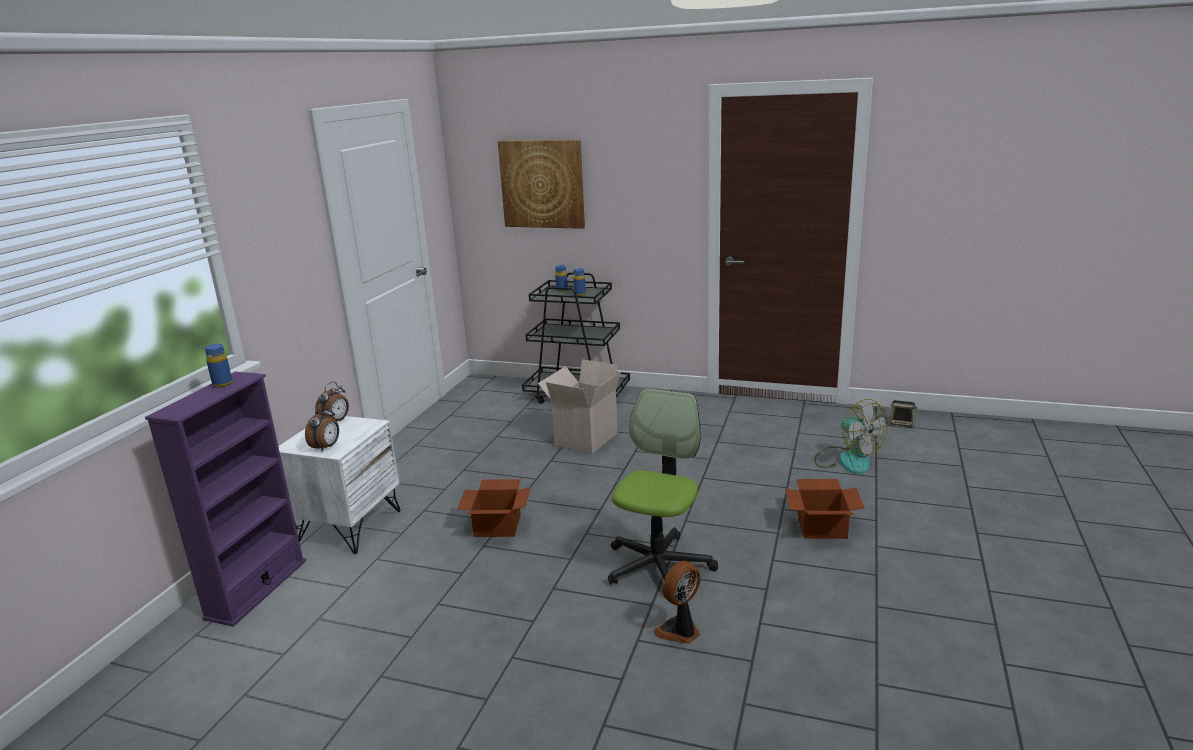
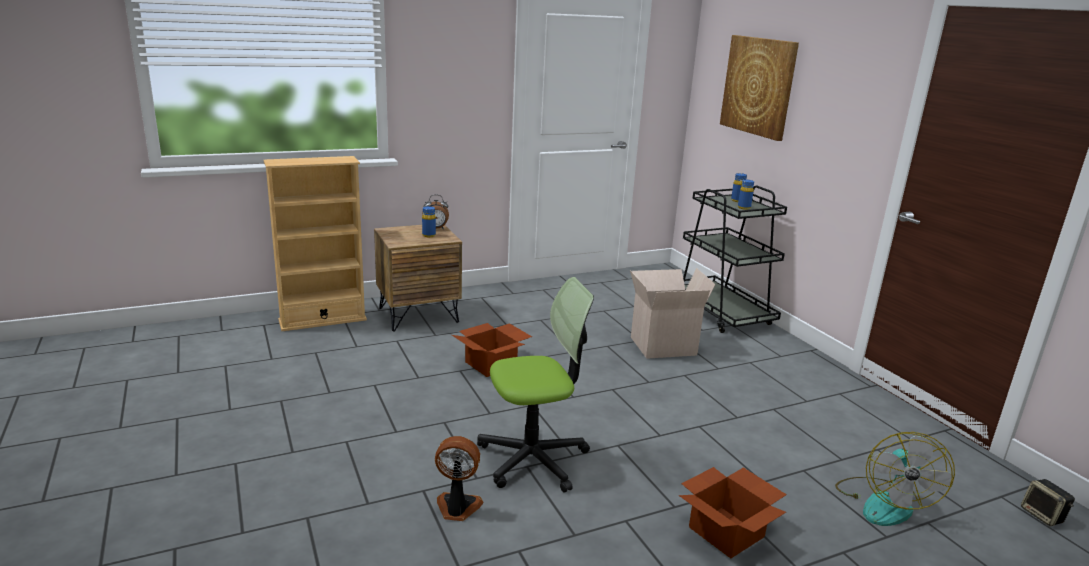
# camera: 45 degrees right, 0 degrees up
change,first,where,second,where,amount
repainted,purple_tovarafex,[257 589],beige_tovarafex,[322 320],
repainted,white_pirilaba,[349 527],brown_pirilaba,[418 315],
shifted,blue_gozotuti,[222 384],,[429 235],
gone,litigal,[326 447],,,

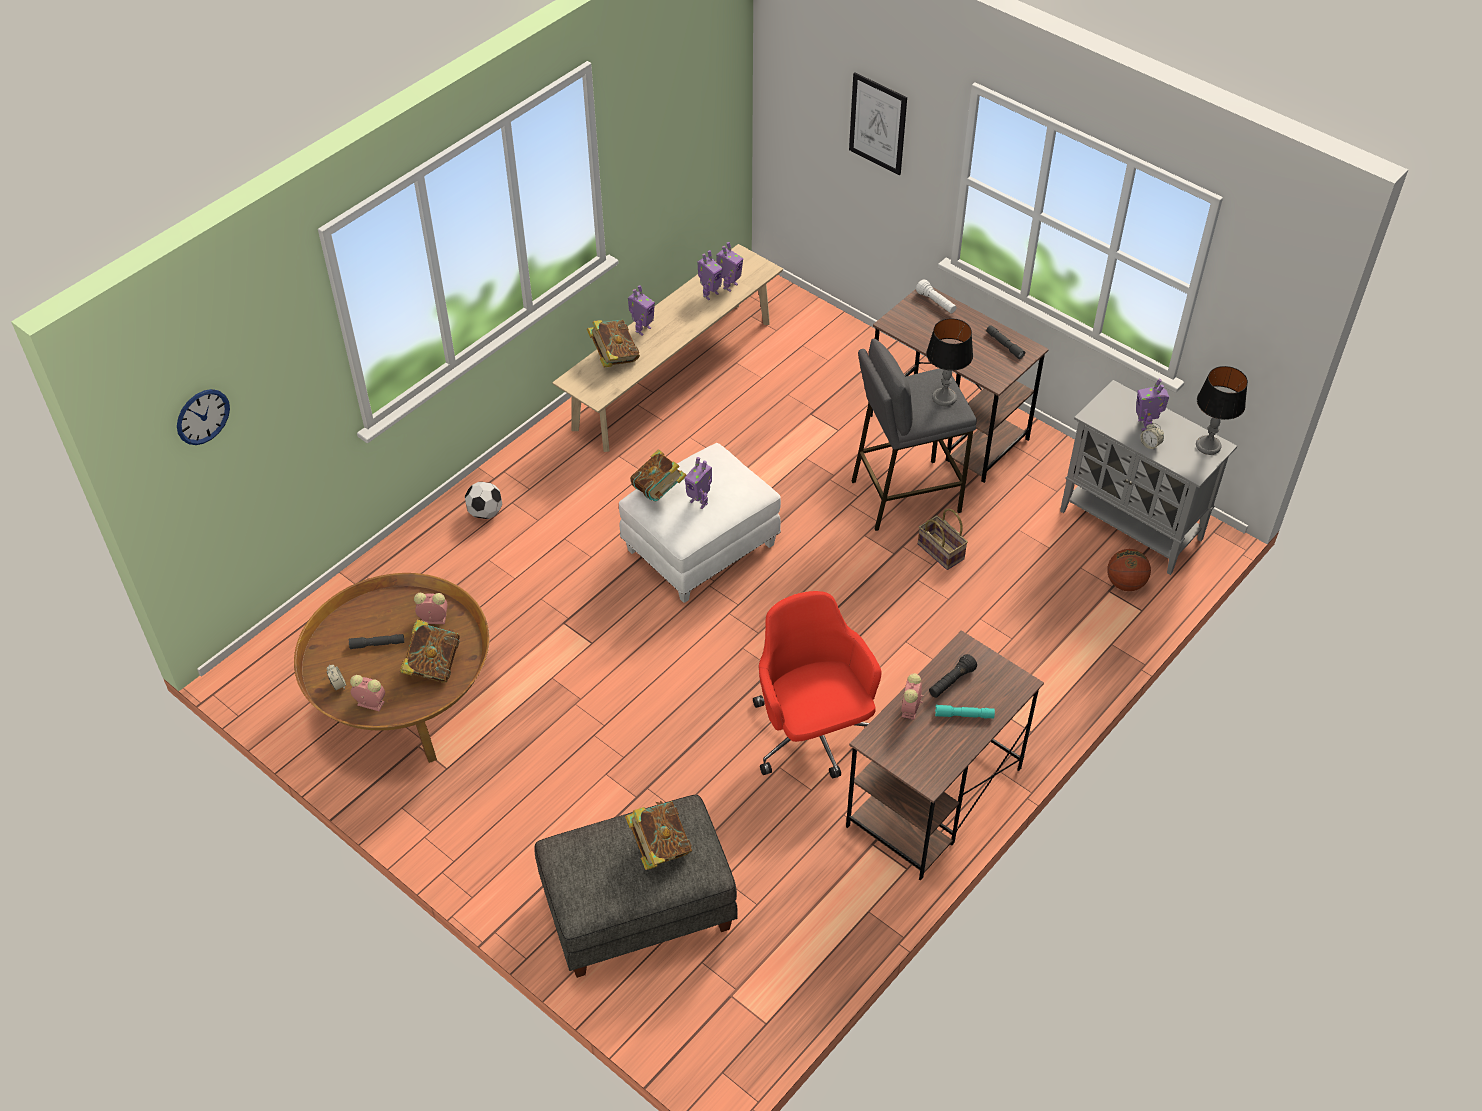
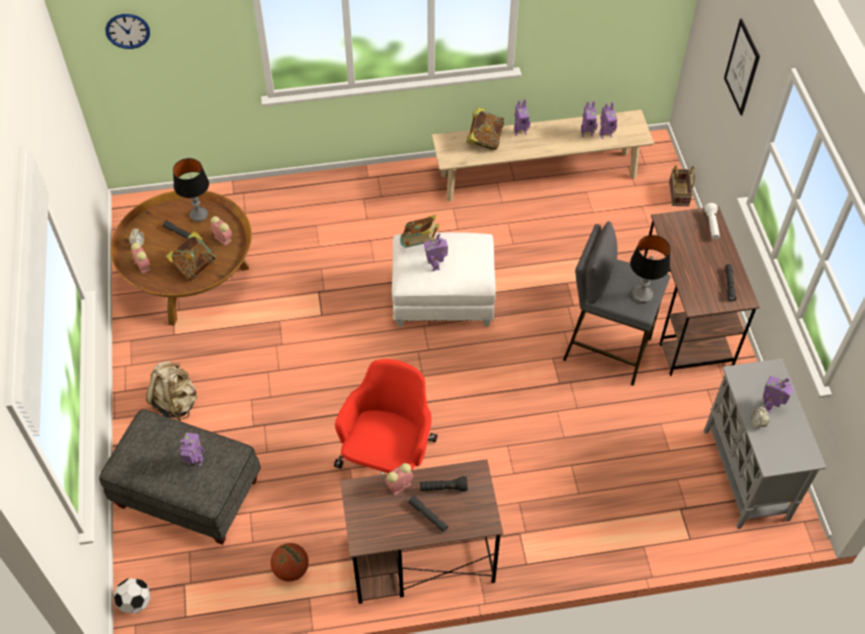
# camera: 40 degrees right, 5 degrees up
change,first,where,second,where,amount
shifted,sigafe,[485 513],,[135 602],
new,,,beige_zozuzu,[176 402],
shifted,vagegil,[1208 446],,[199 214],
swapped,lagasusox,[659 847],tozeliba,[195 462],
shifted,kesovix,[1125 583],,[291 569],
repainted,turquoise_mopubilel,[964 715],grey_mopubilel,[428 516],
shifted,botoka,[942 552],,[679 195],

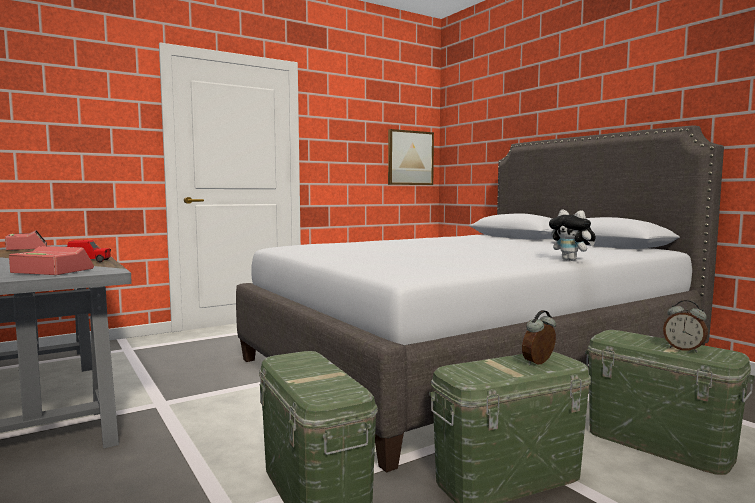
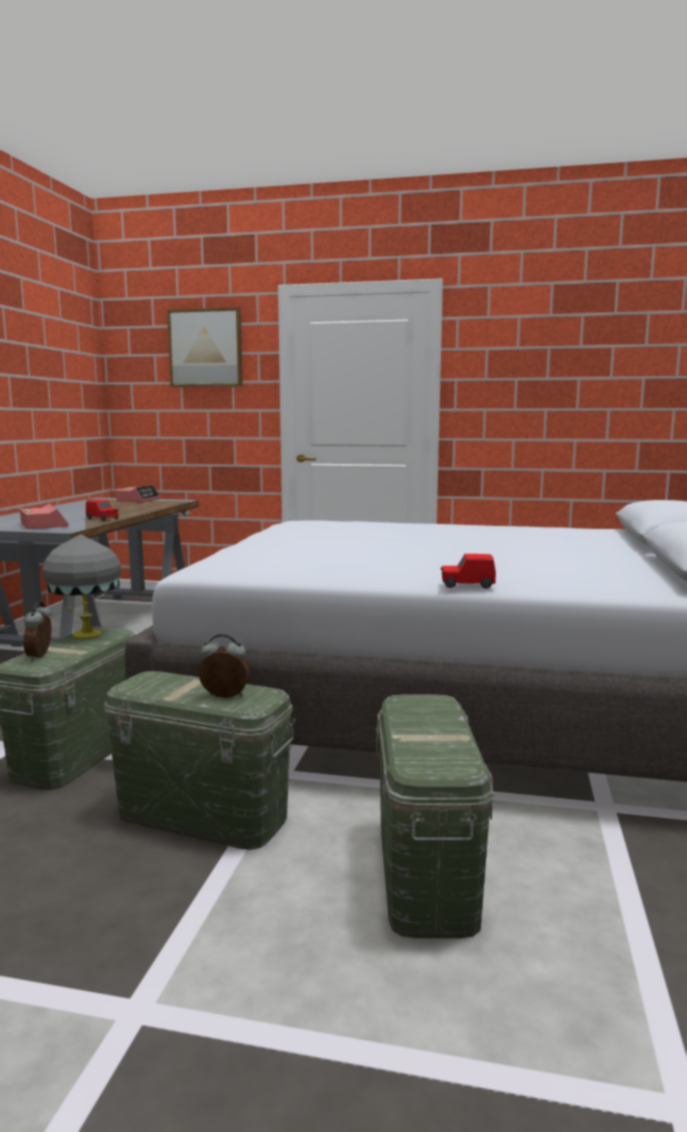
# camera: 45 degrees right, 5 degrees up
change,first,where,second,where,amount
shifted,litigal,[684 349],,[41 656],
new,,,grey_vagegil,[86 634],
shifted,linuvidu,[410 158],,[206 348],
swapped,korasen,[571 260],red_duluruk,[467 585],

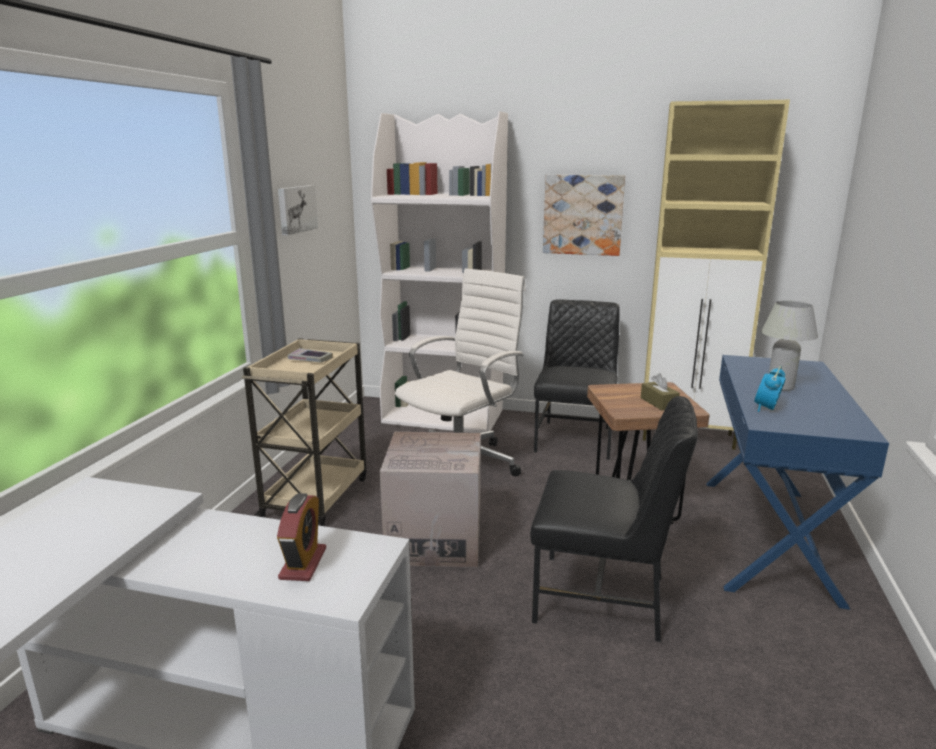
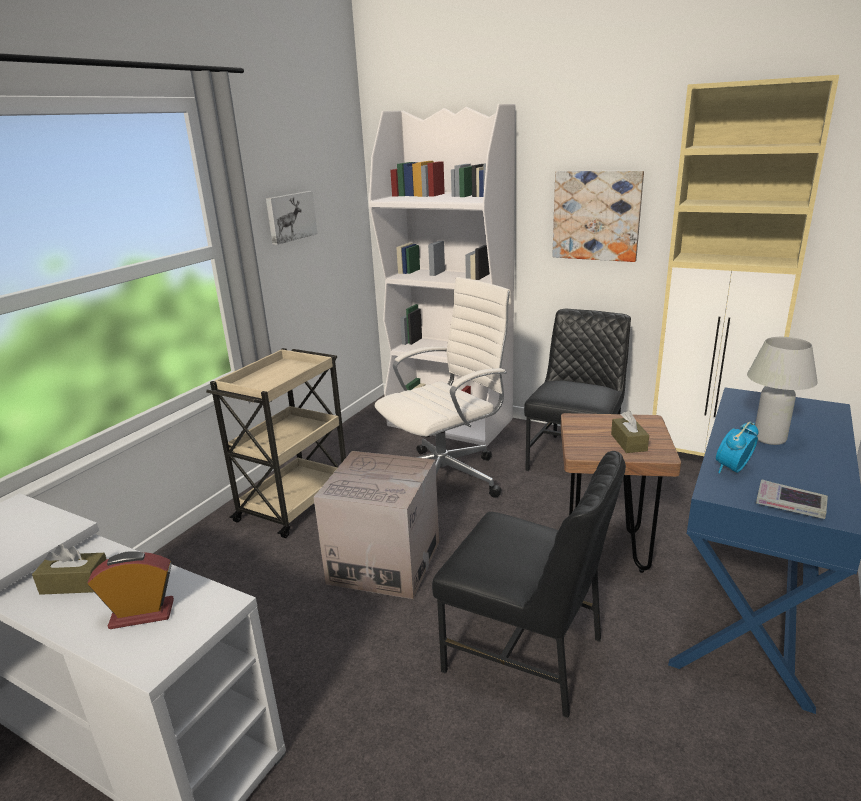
# camera: 15 degrees right, 5 degrees up
change,first,where,second,where,amount
new,,,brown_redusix,[75 583],
rotated,litigal,[303 563],,[142 614],120 degrees counterclockwise
shifted,lagasusox,[310 359],,[790 504],

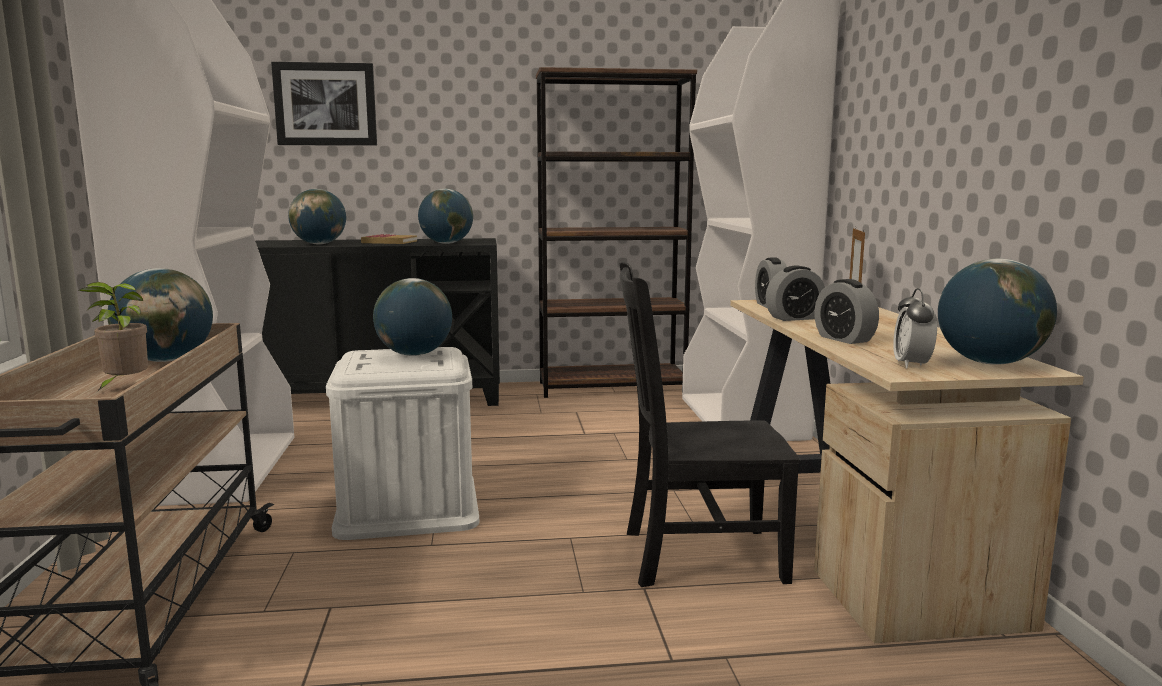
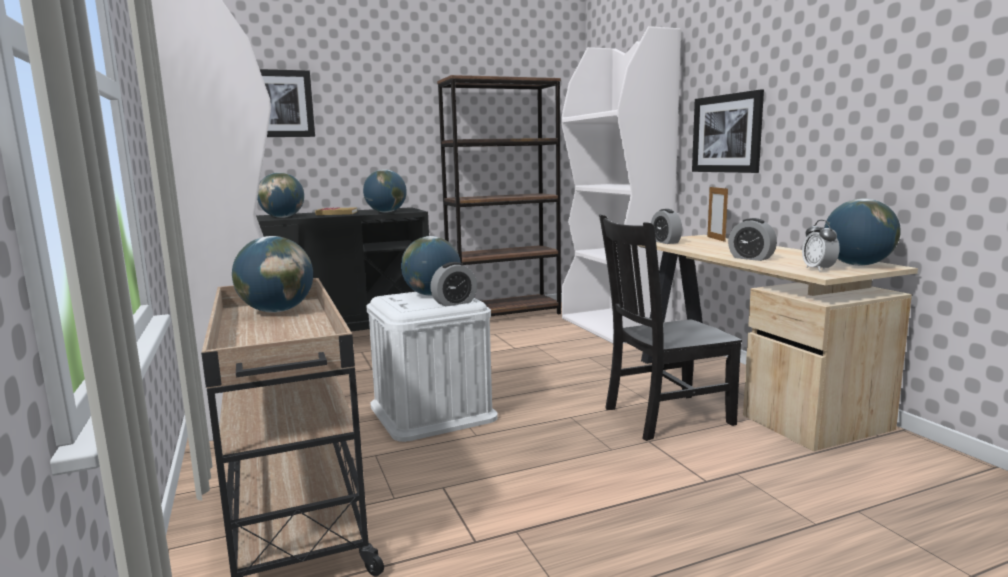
# camera: 15 degrees left, 0 degrees up
change,first,where,second,where,amount
shifted,litigal,[794 318],,[454 303],
new,,,linuvidu,[727 133],
gone,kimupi,[124 387],,,

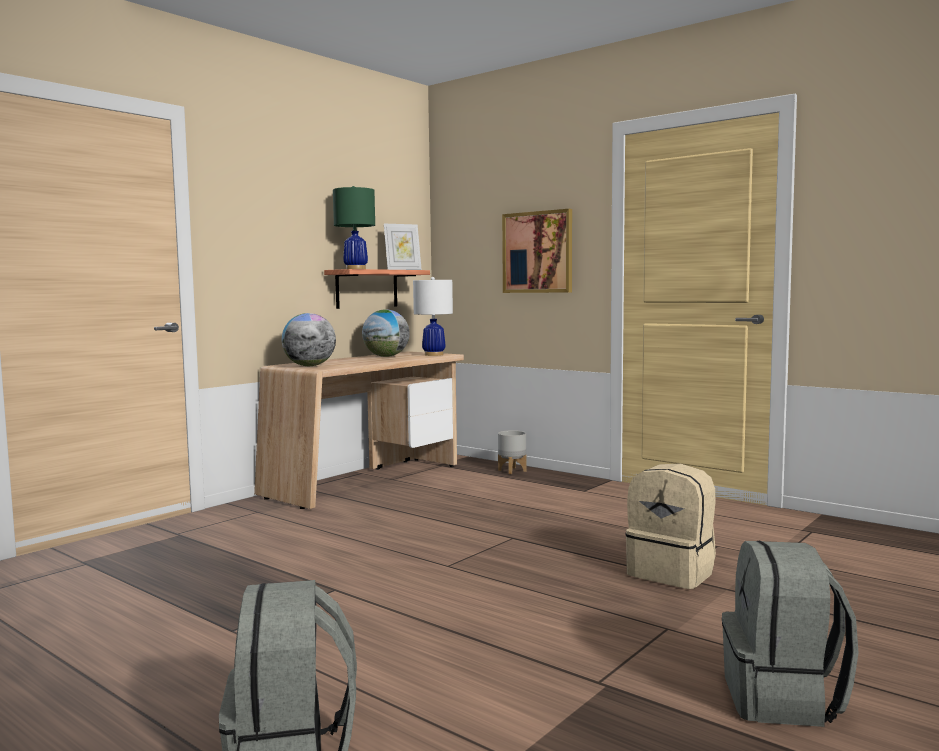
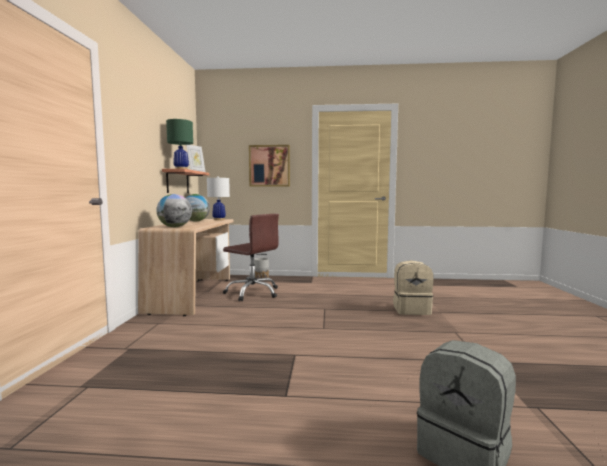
# camera: 35 degrees left, 0 degrees up
change,first,where,second,where,amount
new,,,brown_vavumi,[253 293],
gone,grey_zozuzu,[783 699],,,

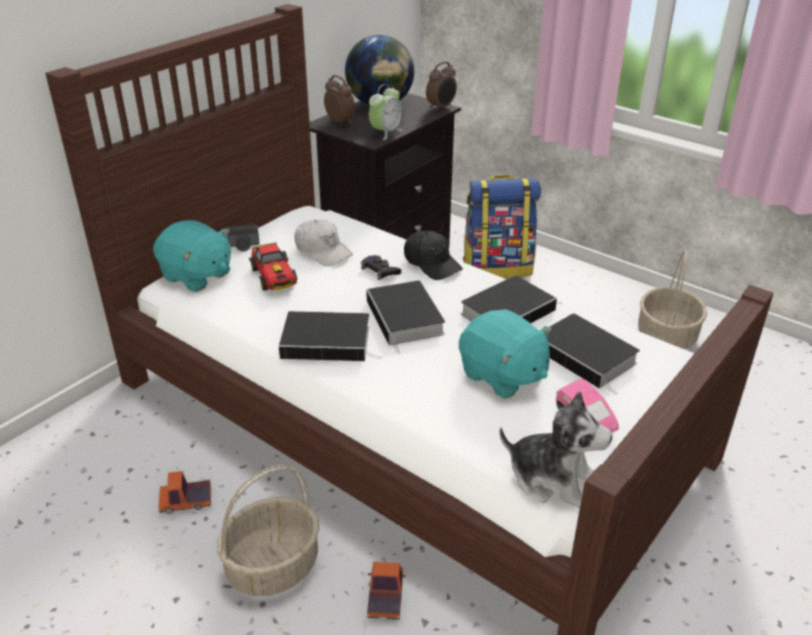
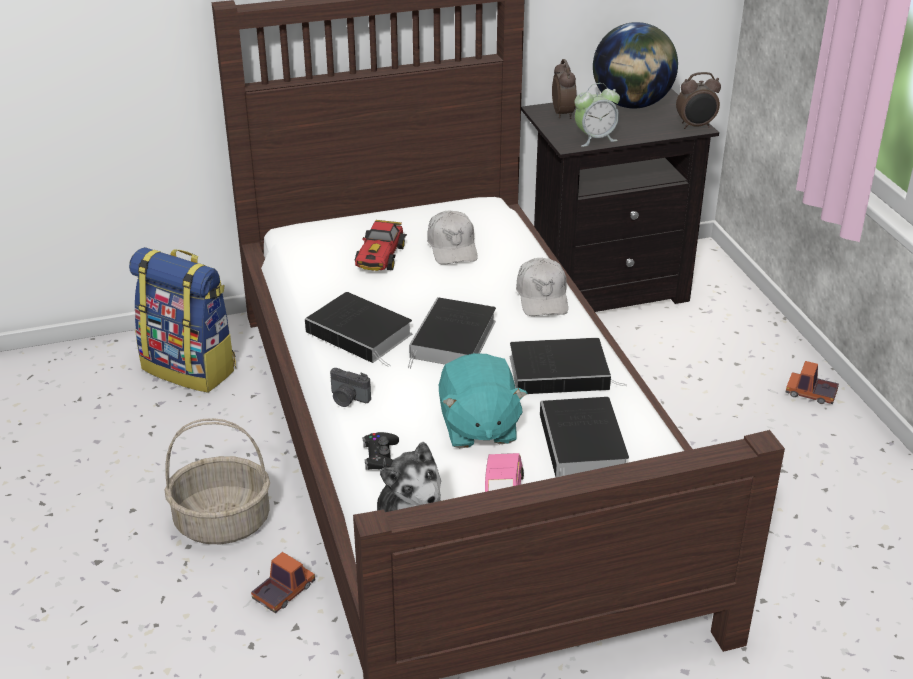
# camera: 35 degrees right, 0 degrees up
change,first,where,second,where,amount
shifted,zozuzu,[498 267],,[191 368],
shifted,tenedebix,[243 246],,[348 399],
shifted,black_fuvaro,[380 271],,[382 457],
repainted,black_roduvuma,[432 263],white_roduvuma,[542 297],
shifted,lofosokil,[186 501],,[810 394],
gone,turquoise_korasen,[196 276],,,
gone,botoka,[666 336],,,

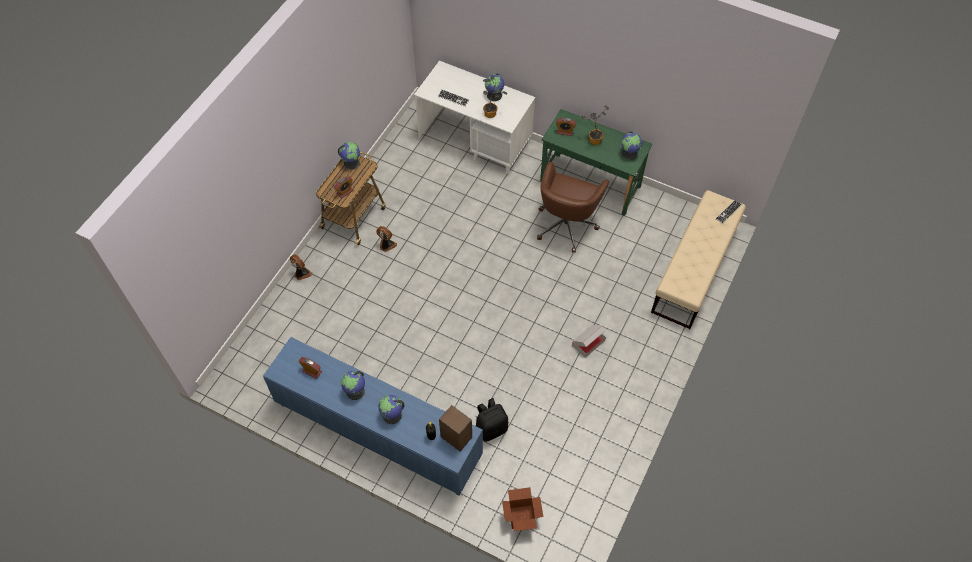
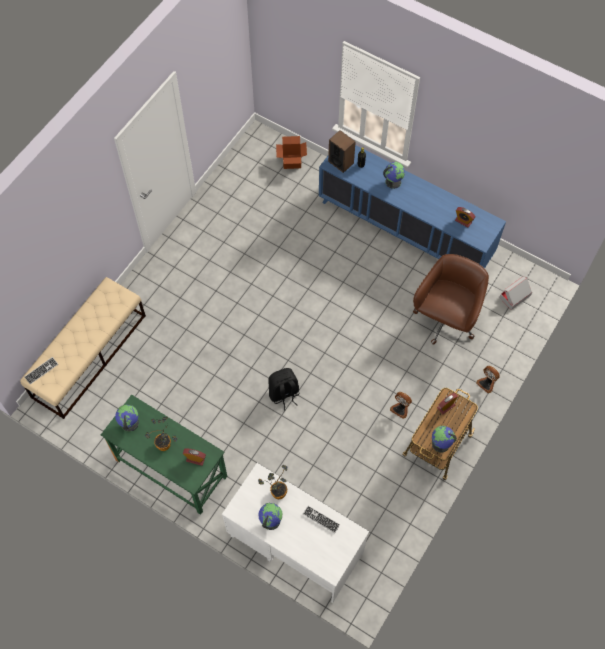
# camera: 175 degrees left, 5 degrees up
change,first,where,second,where,amount
shifted,black_zozuzu,[491 428],,[284 394],
shifted,brown_vavumi,[566 224],,[445 319],
shifted,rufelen,[588 342],,[515 296],
gone,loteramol,[355 391],,,

